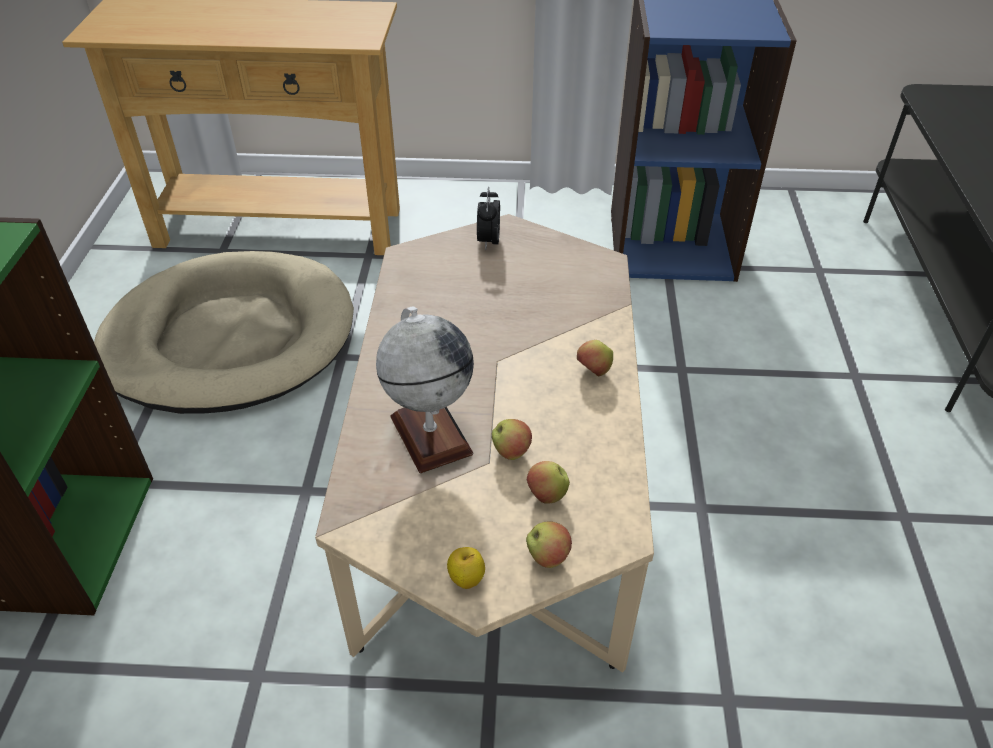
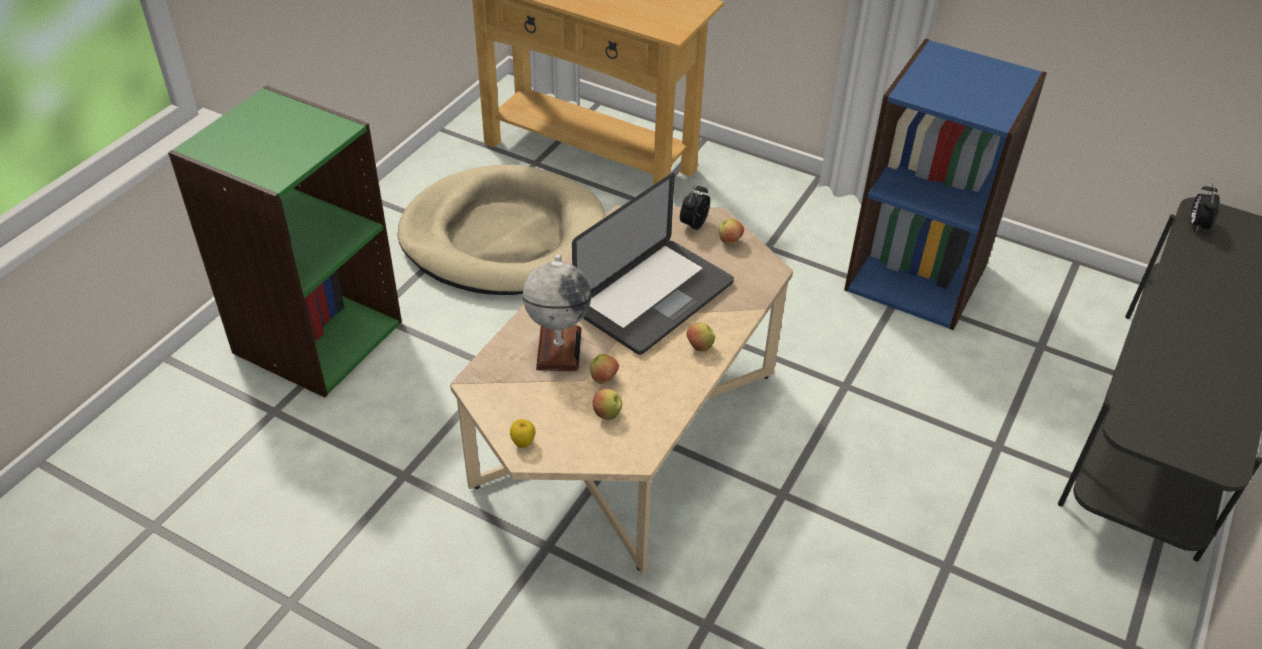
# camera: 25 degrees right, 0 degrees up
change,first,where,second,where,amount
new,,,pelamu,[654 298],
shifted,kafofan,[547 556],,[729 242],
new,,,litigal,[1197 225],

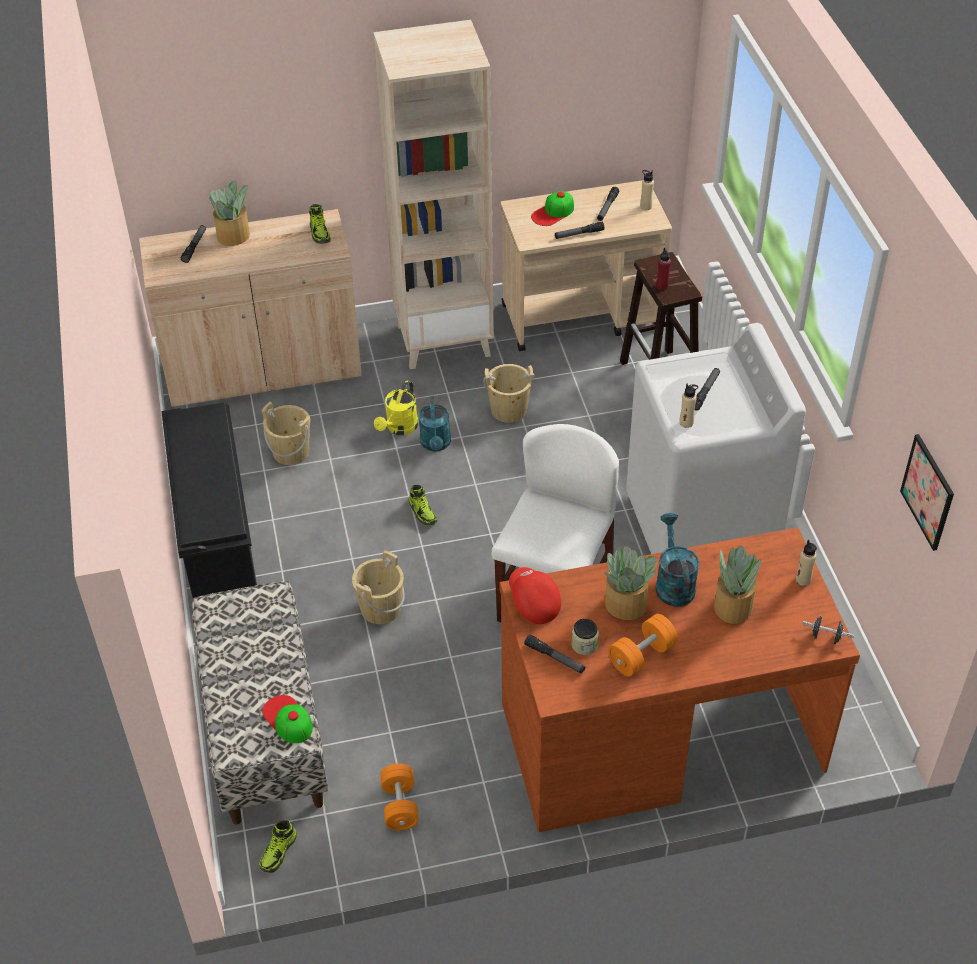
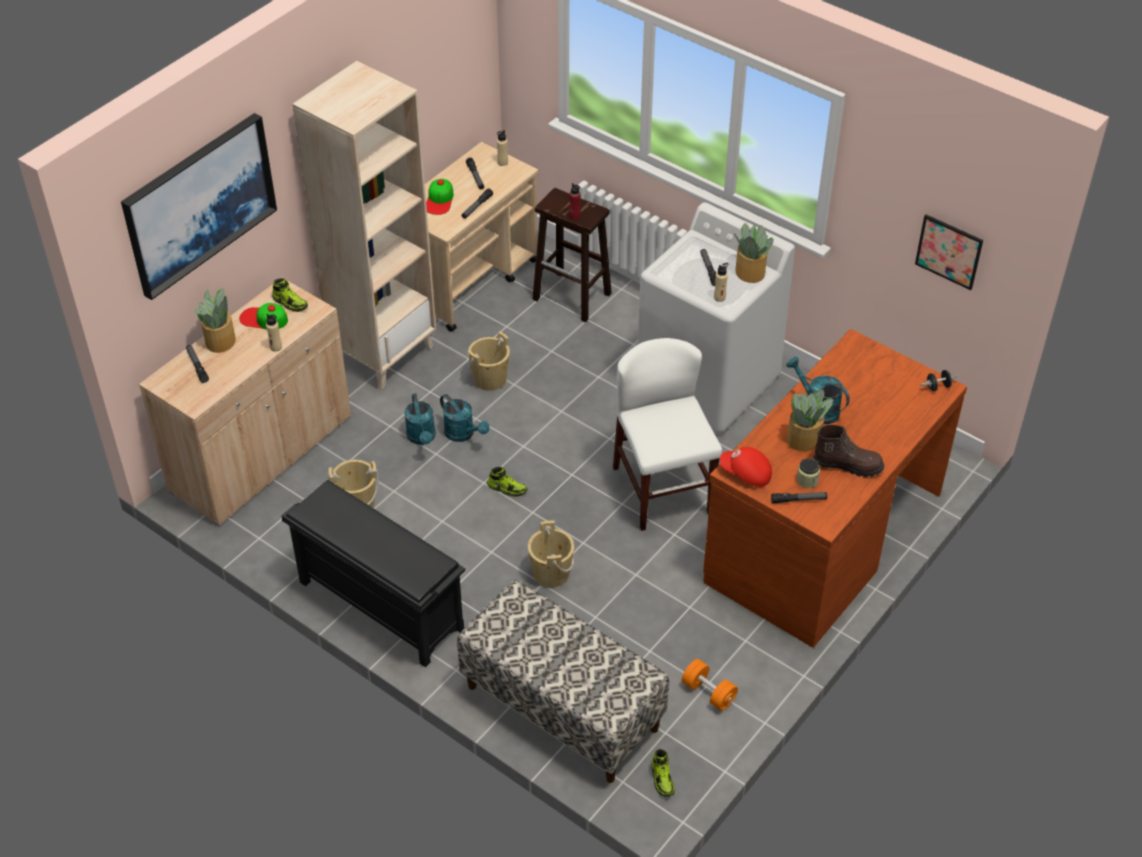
# camera: 40 degrees left, 0 degrees up
change,first,where,second,where,amount
new,,,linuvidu,[199 204],
shifted,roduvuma,[287 719],,[263 319],
shifted,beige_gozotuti,[803 580],,[276 347],
repainted,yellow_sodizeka,[399 428],turquoise_sodizeka,[422 438],
shifted,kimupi,[732 608],,[750 273],
swapped,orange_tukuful,[642 655],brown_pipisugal,[848 465],

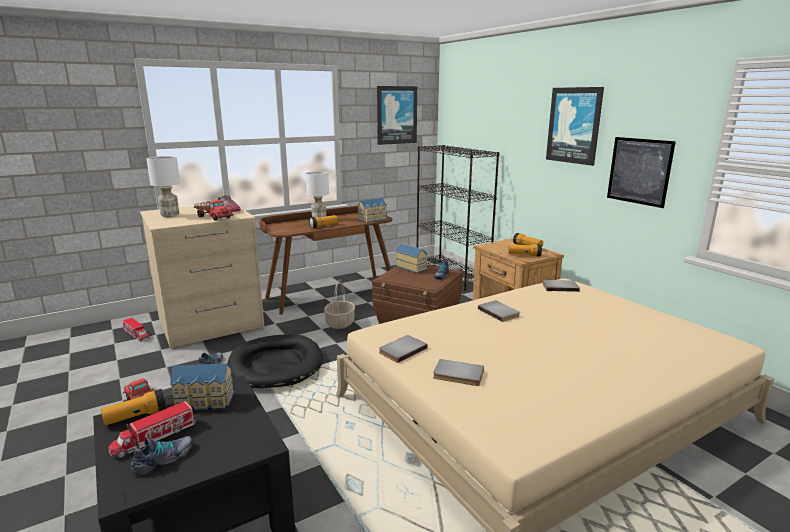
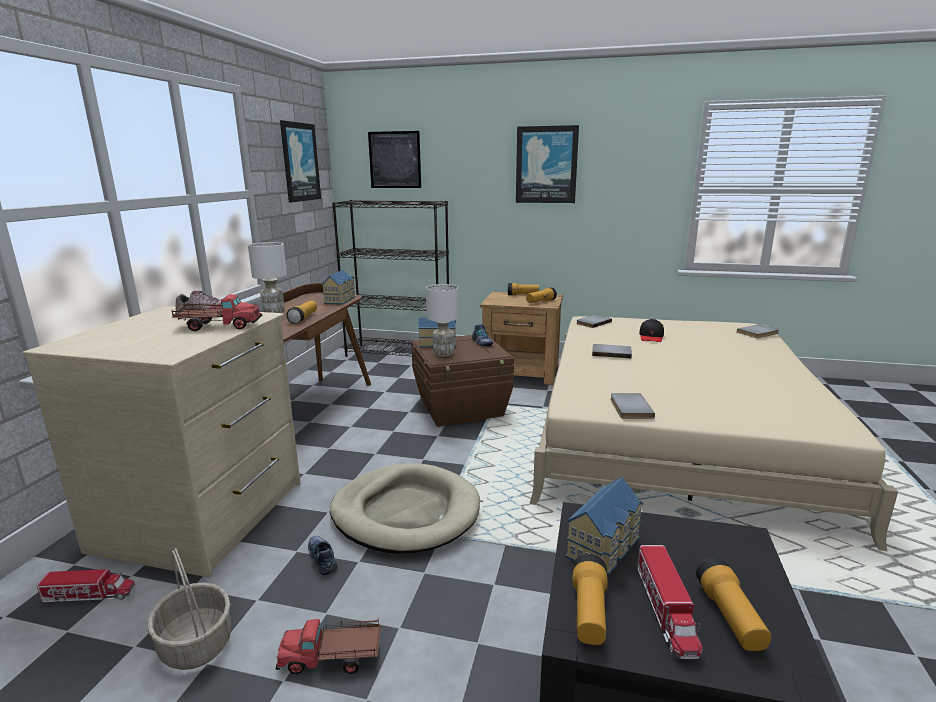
# camera: 45 degrees left, 0 degrees up
change,first,where,second,where,amount
shifted,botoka,[340 323],,[197 644],
repainted,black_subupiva,[276 364],beige_subupiva,[406 512],
shifted,linuvidu,[639 171],,[395 160],
shifted,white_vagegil,[169 216],,[443 354],
new,,,black_roduvuma,[651 337],
swapped,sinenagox,[164 460],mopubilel,[730 617],
shifted,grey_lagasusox,[458 375],,[759 333],

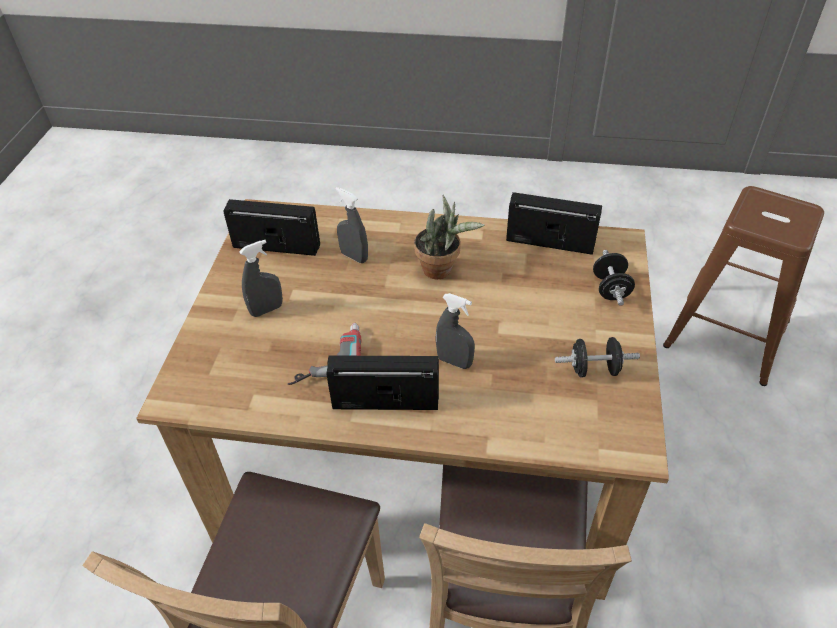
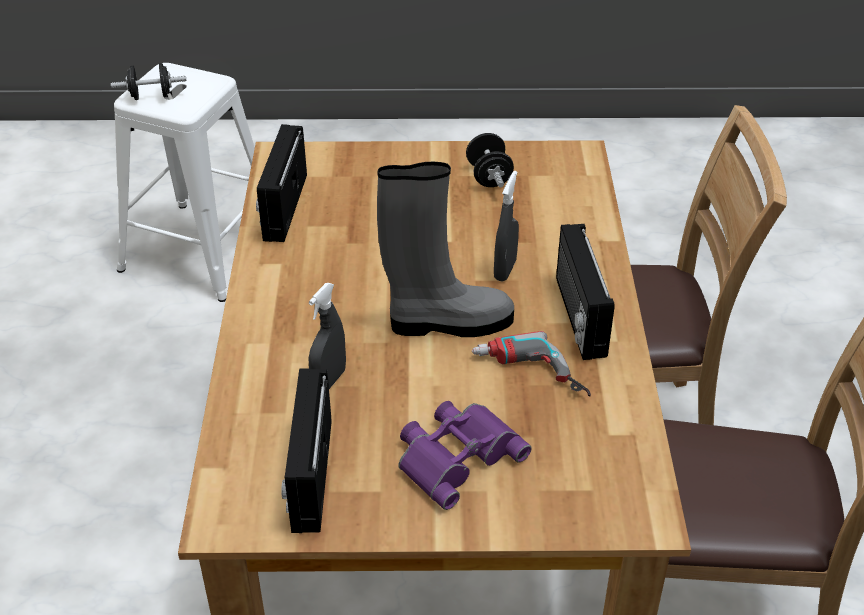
# camera: 100 degrees left, 5 degrees down
change,first,where,second,where,amount
shifted,black_tukuful,[610 289],,[151 96],
repainted,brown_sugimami,[728 332],white_sugimami,[201 249],
new,,,grey_pipisugal,[447 322],
swapped,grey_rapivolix,[266 310],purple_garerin,[456 455],
gone,kimupi,[441 270],,,

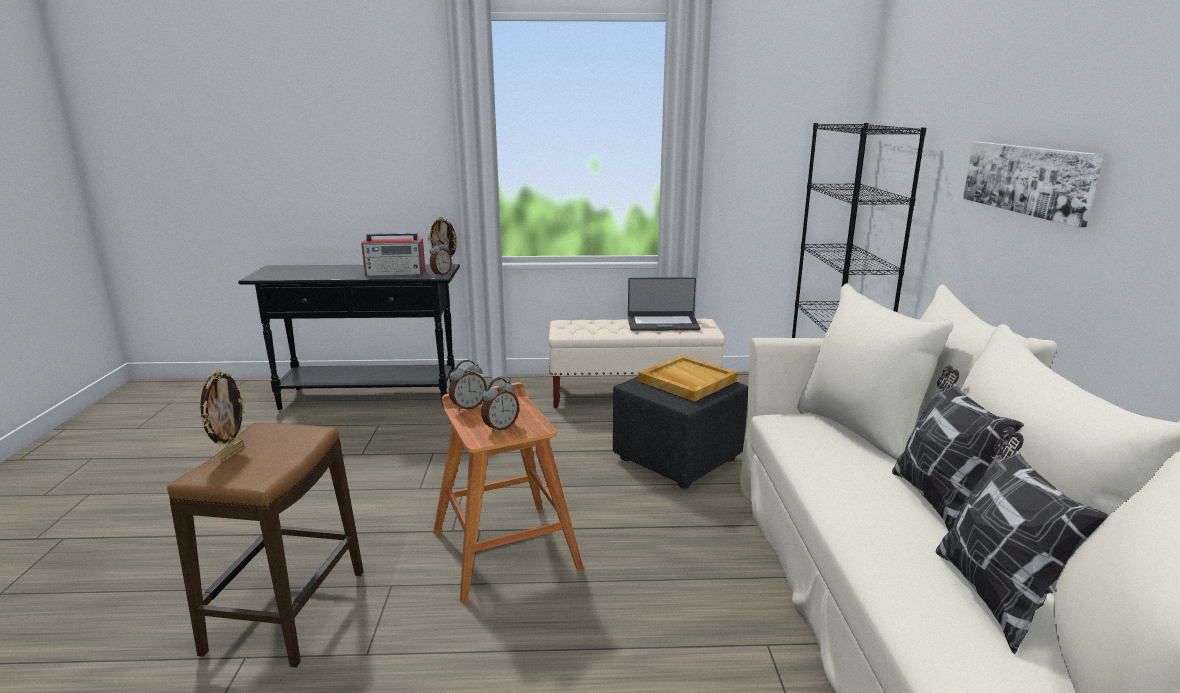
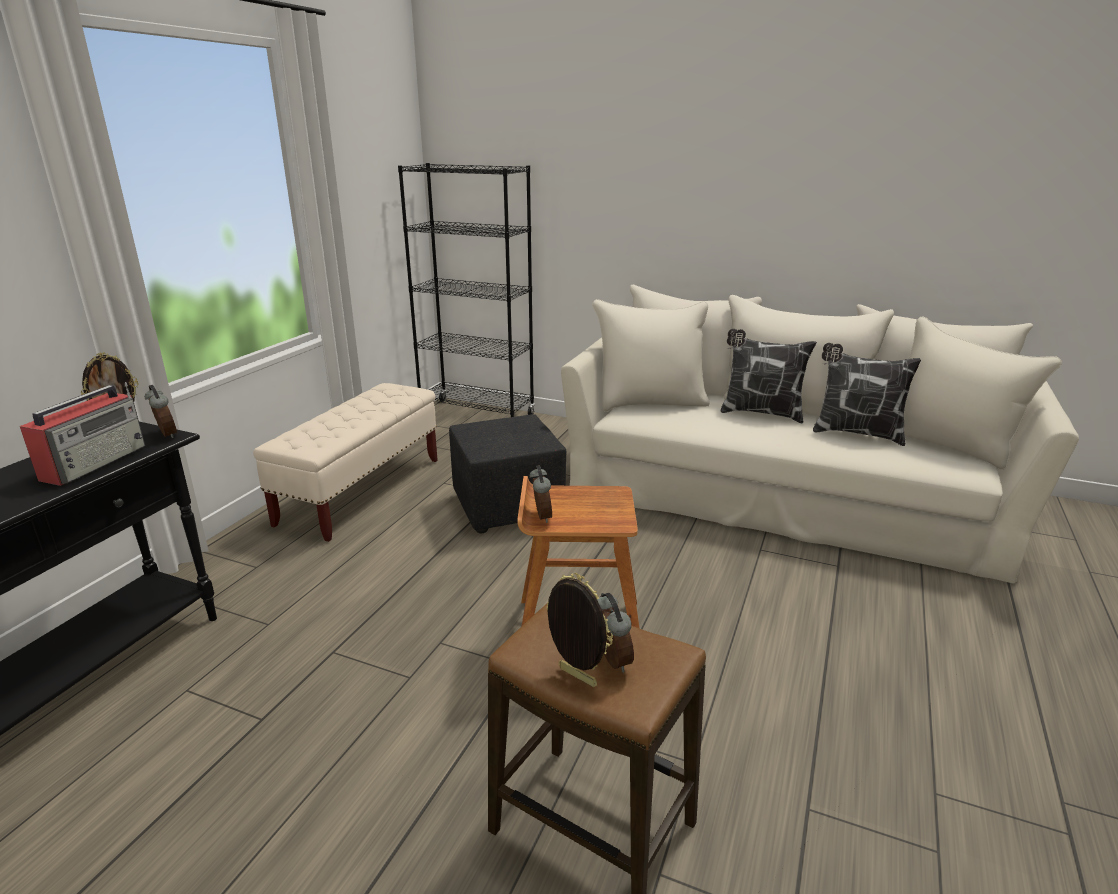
# camera: 65 degrees left, 5 degrees up
change,first,where,second,where,amount
shifted,litigal,[500 427],,[610 661],
gone,pelamu,[662 323],,,
gone,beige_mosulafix,[686 381],,,
gone,linuvidu,[1028 179],,,

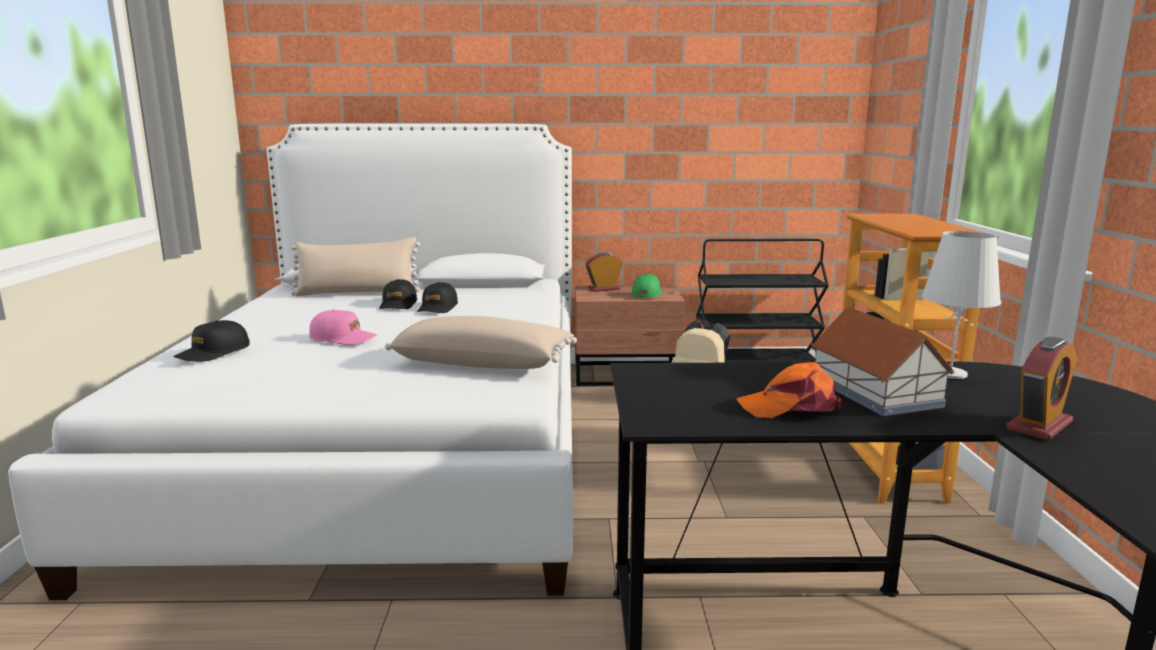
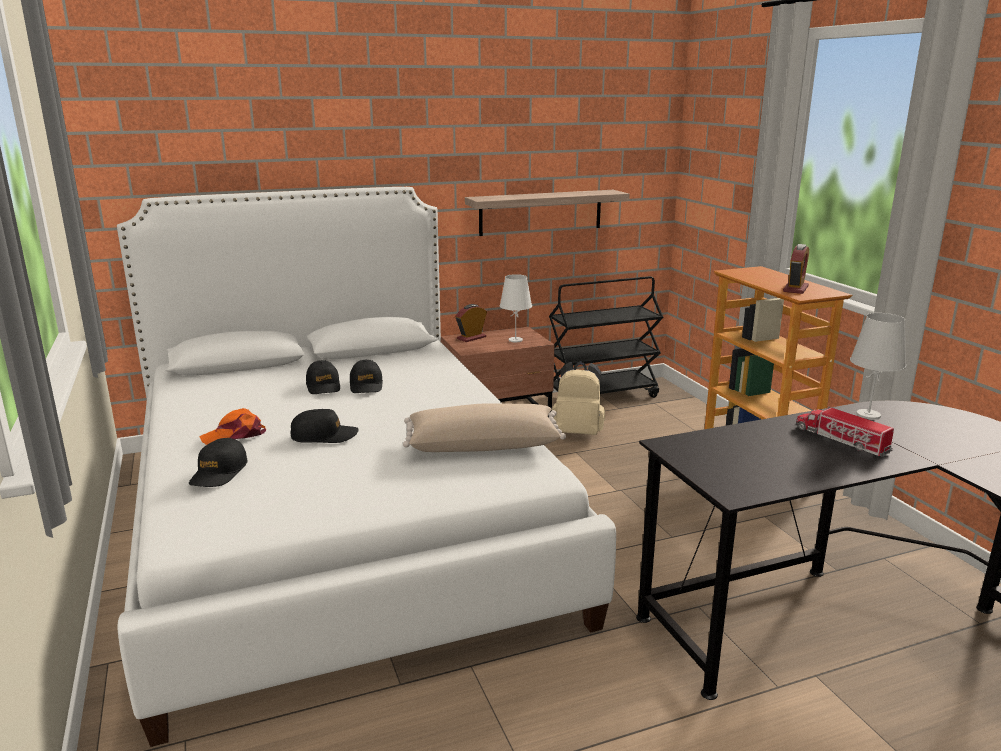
# camera: 20 degrees left, 5 degrees up
change,first,where,second,where,amount
shifted,orange_roduvuma,[791 407],,[234 436],
repainted,pink_roduvuma,[343 338],black_roduvuma,[324 436],
new,,,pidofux,[541 212],
swapped,green_roduvuma,[647 294],white_vagegil,[515 340],
shifted,litigal,[1039 425],,[795 289],
swapped,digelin,[875 392],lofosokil,[841 440],
gone,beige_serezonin,[357 293],,,

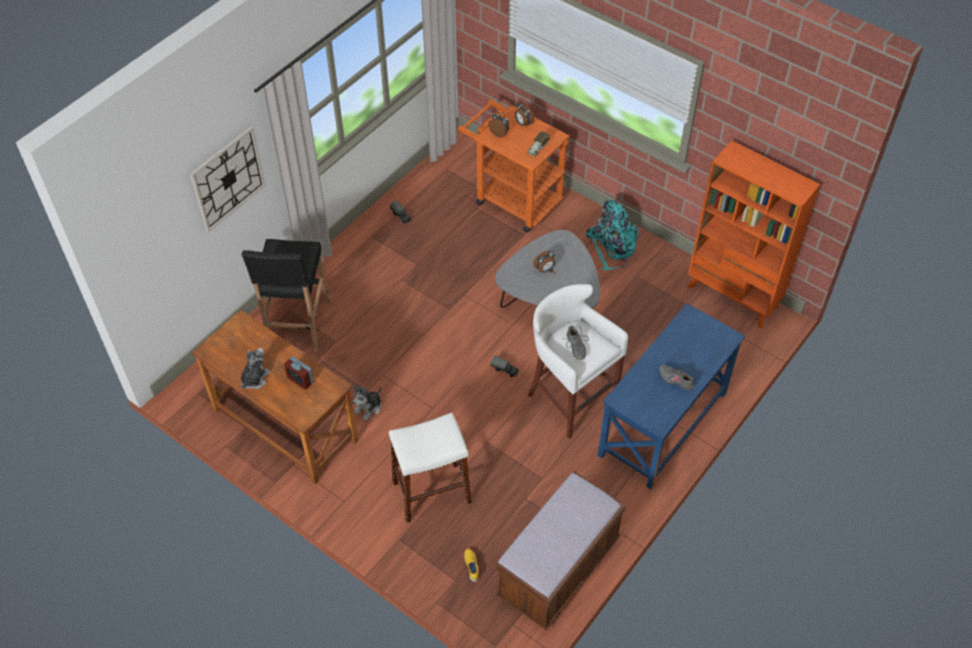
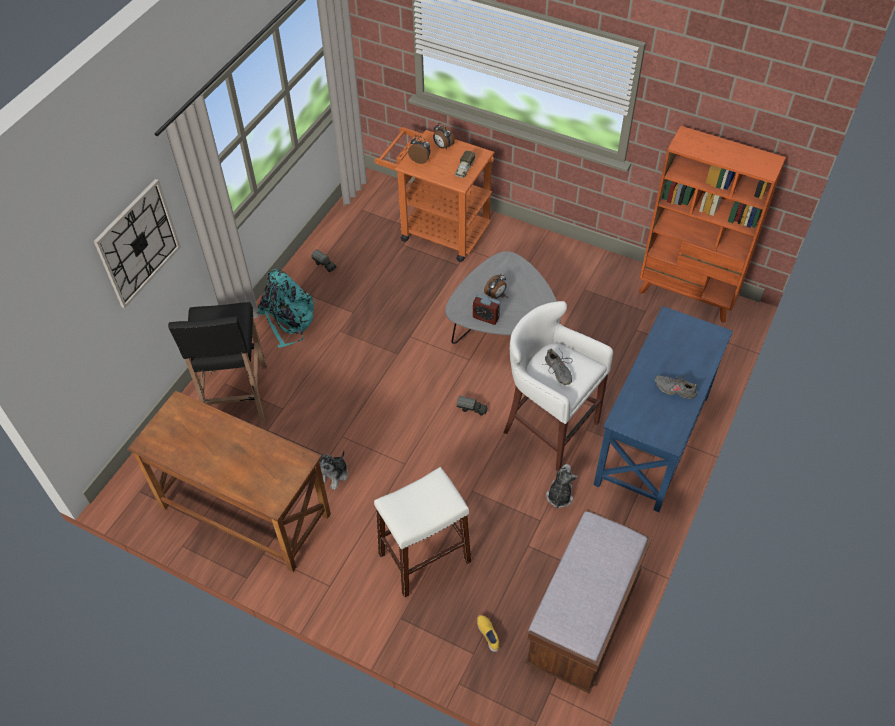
# camera: 10 degrees left, 0 degrees up
change,first,where,second,where,amount
shifted,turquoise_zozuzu,[612 246],,[288 319],
shifted,litigal,[300 380],,[486 317],
shifted,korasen,[255 378],,[559 495],

